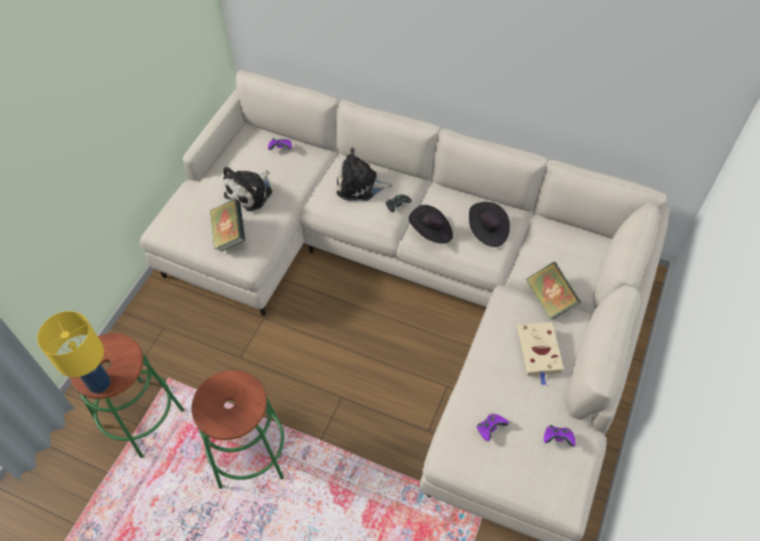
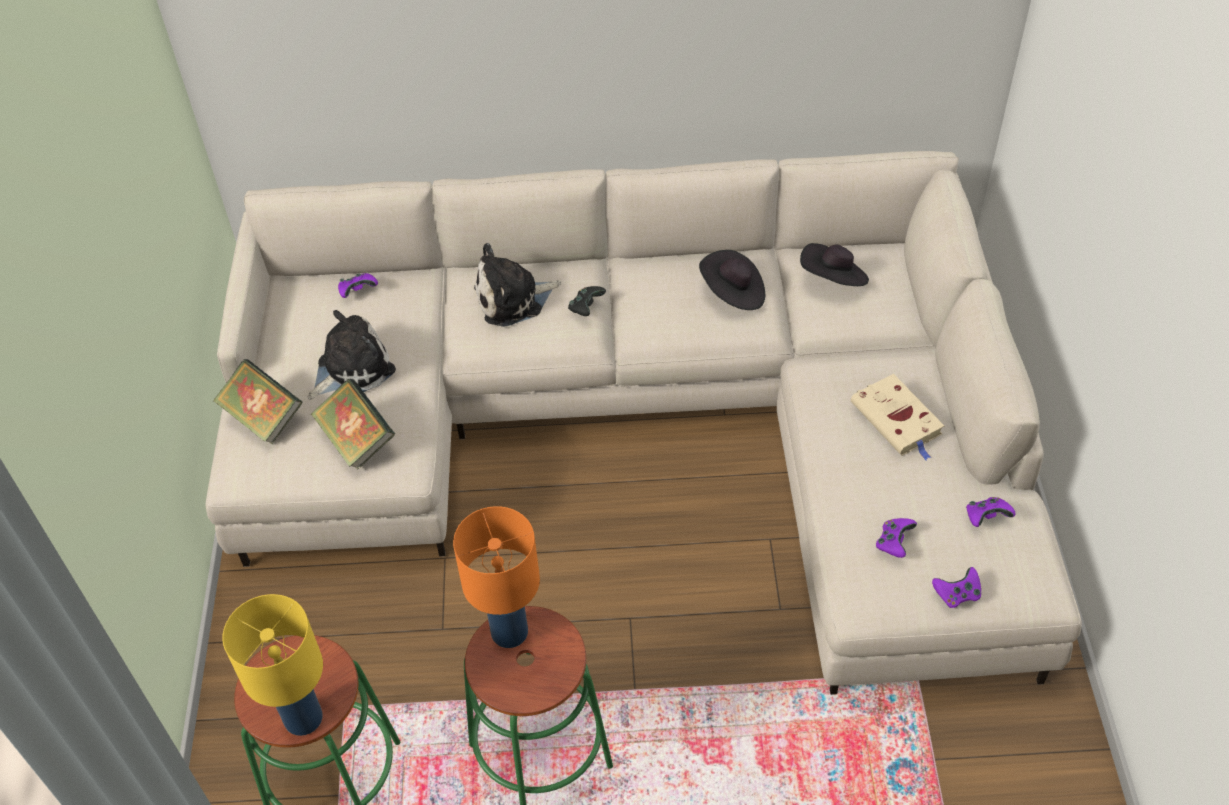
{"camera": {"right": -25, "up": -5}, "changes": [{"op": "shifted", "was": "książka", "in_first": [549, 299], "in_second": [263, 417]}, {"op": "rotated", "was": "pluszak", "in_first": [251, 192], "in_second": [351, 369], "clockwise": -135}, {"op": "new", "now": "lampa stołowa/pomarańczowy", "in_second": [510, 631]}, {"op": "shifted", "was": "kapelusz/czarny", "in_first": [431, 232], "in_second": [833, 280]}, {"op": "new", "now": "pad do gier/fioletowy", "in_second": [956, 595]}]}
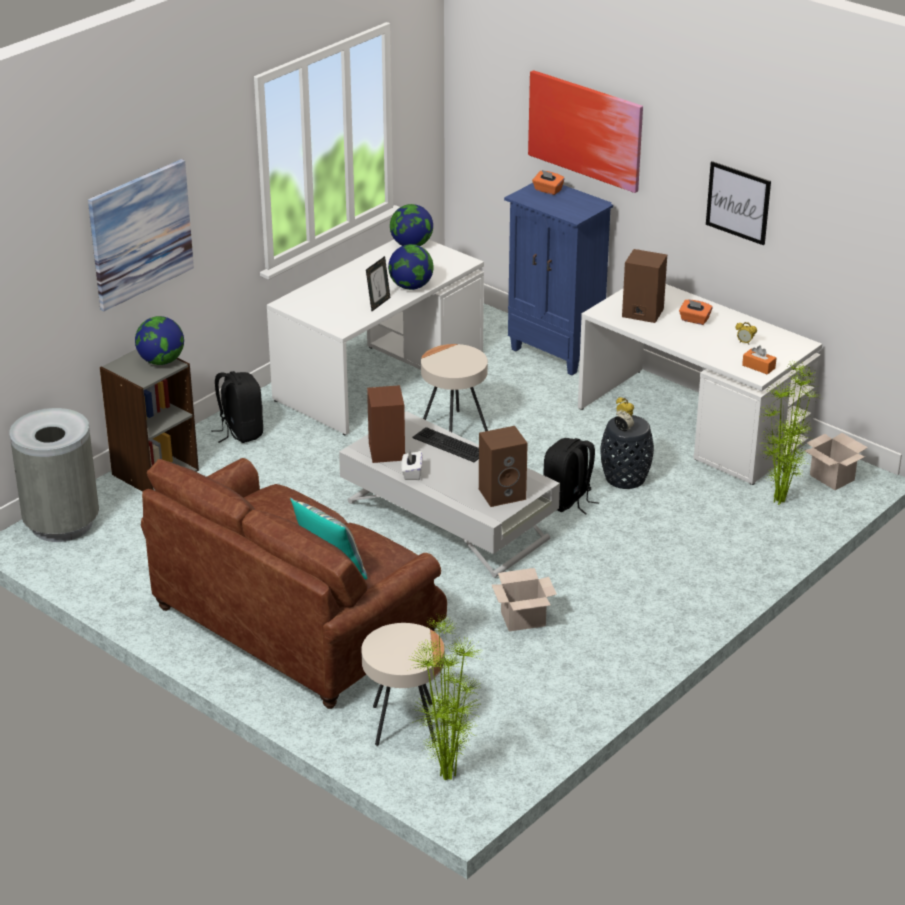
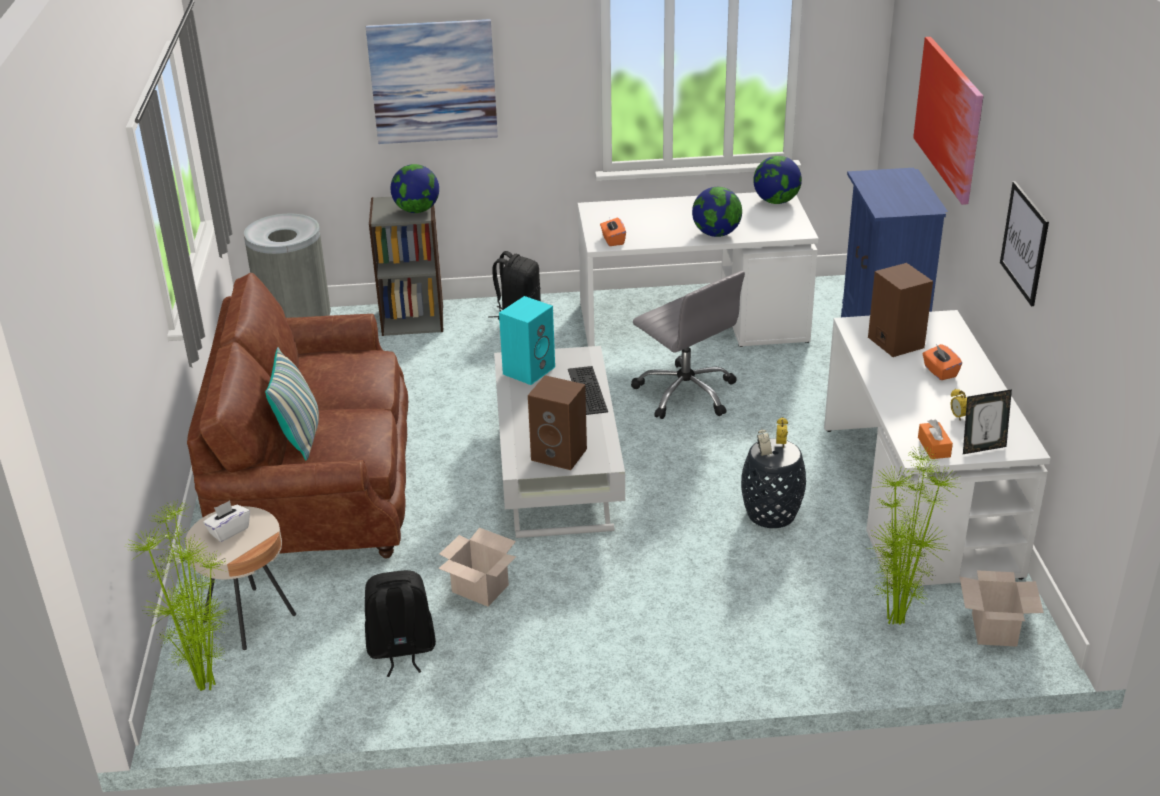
{"camera": {"right": 45, "up": 0}, "changes": [{"op": "shifted", "was": "pudełko chusteczek/biały", "in_first": [412, 473], "in_second": [229, 531]}, {"op": "shifted", "was": "plecak/czarny", "in_first": [568, 501], "in_second": [401, 650]}, {"op": "repainted", "was": "głośnik/brązowy", "now": "głośnik/turkusowy", "in_first": [385, 451], "in_second": [529, 370]}, {"op": "shifted", "was": "pudełko chusteczek/pomarańczowy", "in_first": [547, 190], "in_second": [612, 240]}, {"op": "swapped", "was": "stolik/beżowy", "now": "krzesło biurowe/szary", "in_first": [454, 428], "in_second": [686, 393]}, {"op": "shifted", "was": "ramka na zdjęcie", "in_first": [378, 304], "in_second": [982, 448]}]}
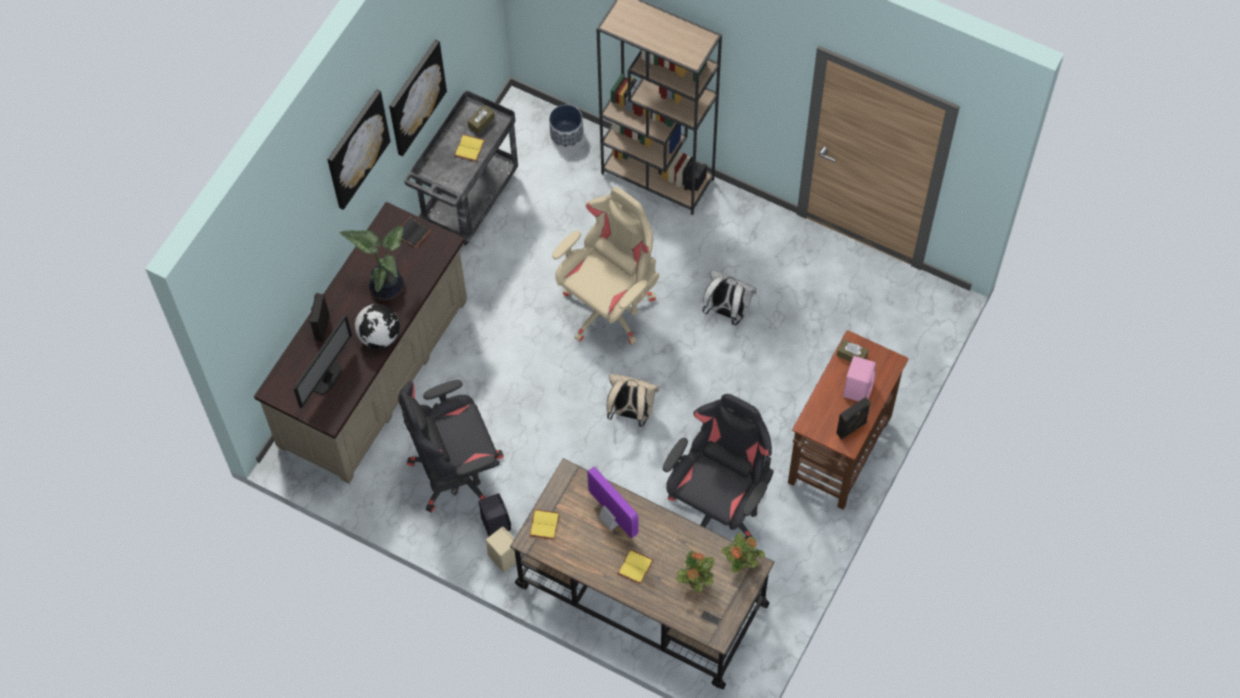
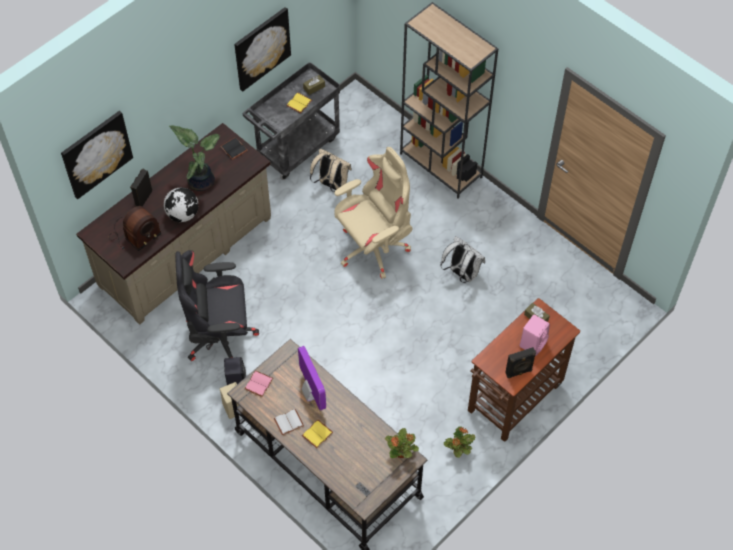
{"camera": {"right": 15, "up": -5}, "changes": [{"op": "shifted", "was": "obraz", "in_first": [356, 148], "in_second": [96, 154]}, {"op": "swapped", "was": "monitor", "now": "radio", "in_first": [328, 378], "in_second": [134, 235]}, {"op": "repainted", "was": "książka/żółty", "now": "książka/różowy", "in_first": [543, 524], "in_second": [258, 383]}, {"op": "new", "now": "książka/biały", "in_second": [288, 423]}, {"op": "shifted", "was": "plecak/beżowy", "in_first": [631, 412], "in_second": [331, 184]}, {"op": "shifted", "was": "roślina doniczkowa", "in_first": [695, 581], "in_second": [458, 450]}, {"op": "gone", "was": "donica", "in_first": [567, 134]}, {"op": "gone", "was": "krzesło biurowe/czarny", "in_first": [717, 508]}]}
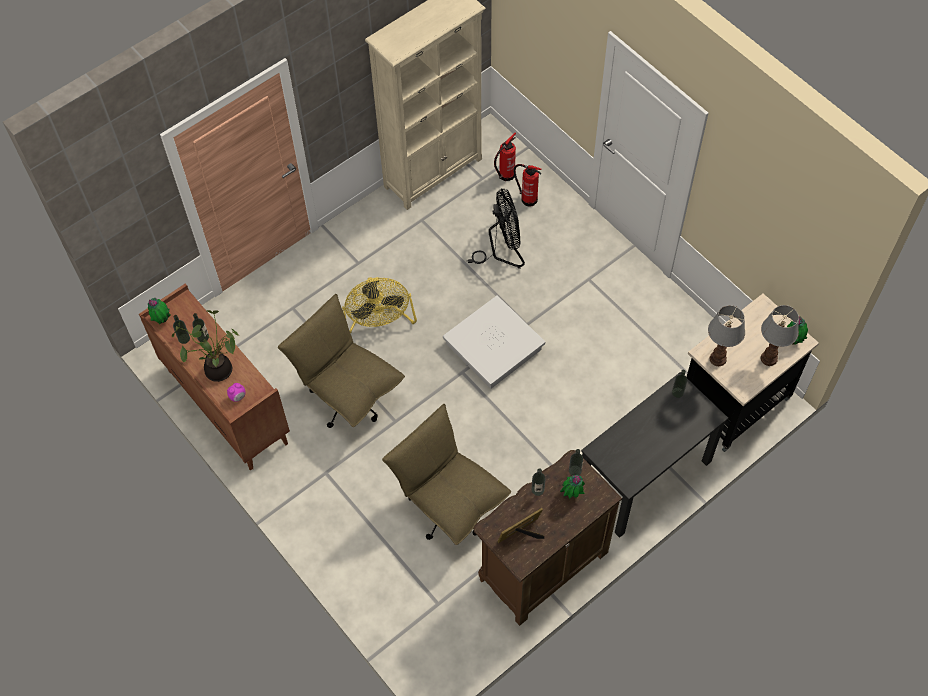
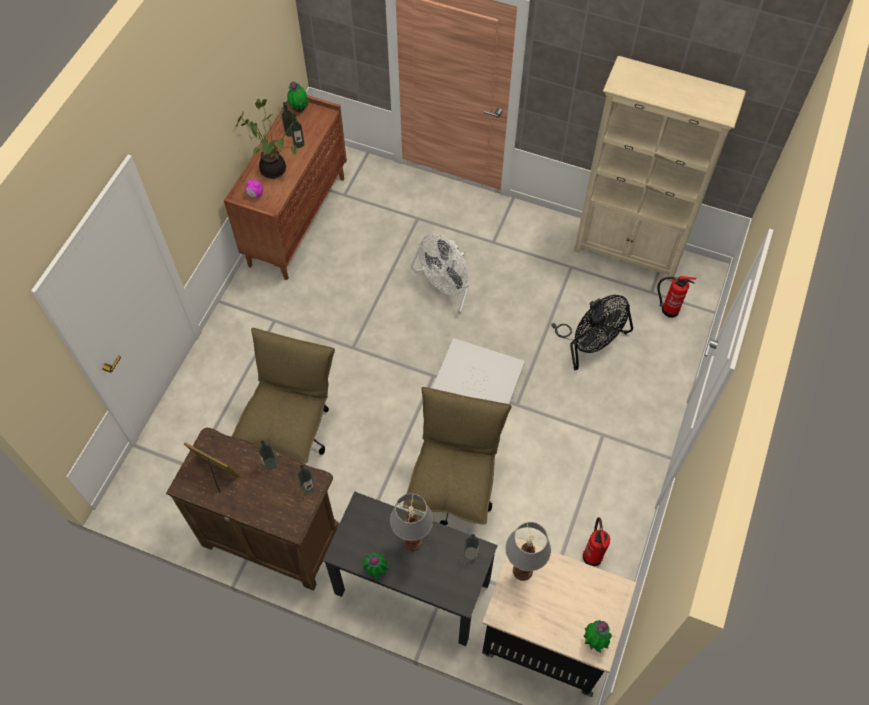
{"camera": {"right": 60, "up": 0}, "changes": [{"op": "shifted", "was": "roślina doniczkowa", "in_first": [571, 494], "in_second": [376, 571]}, {"op": "shifted", "was": "lampa stołowa", "in_first": [769, 358], "in_second": [413, 542]}, {"op": "shifted", "was": "krzesło biurowe/beżowy", "in_first": [349, 397], "in_second": [454, 488]}, {"op": "repainted", "was": "wentylator/żółty", "now": "wentylator/biały", "in_first": [376, 318], "in_second": [446, 283]}, {"op": "shifted", "was": "gaśnica", "in_first": [528, 198], "in_second": [592, 554]}]}
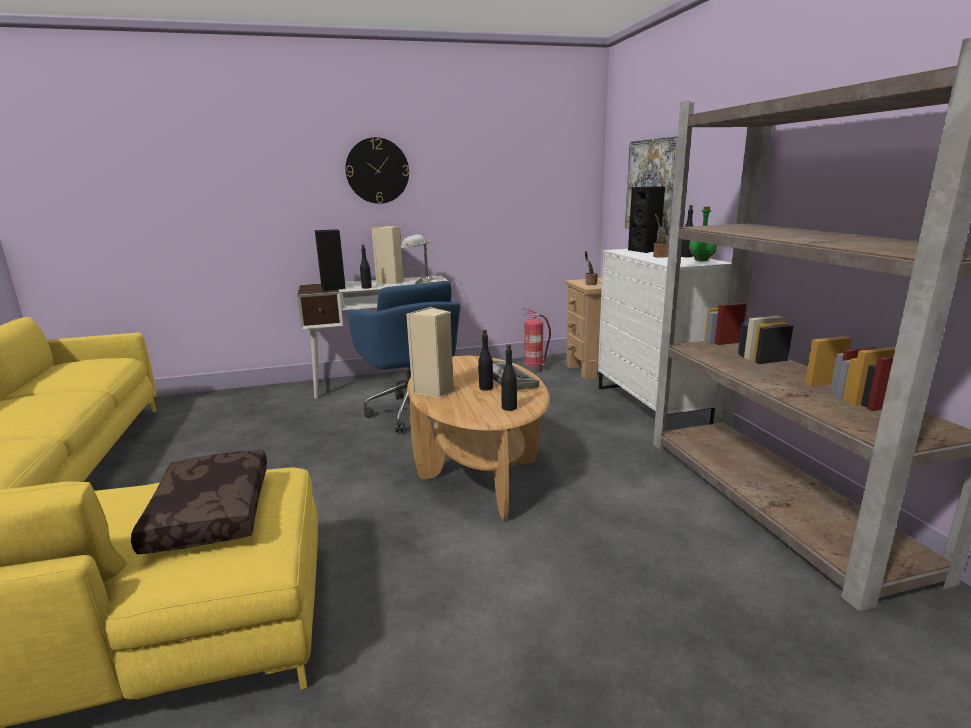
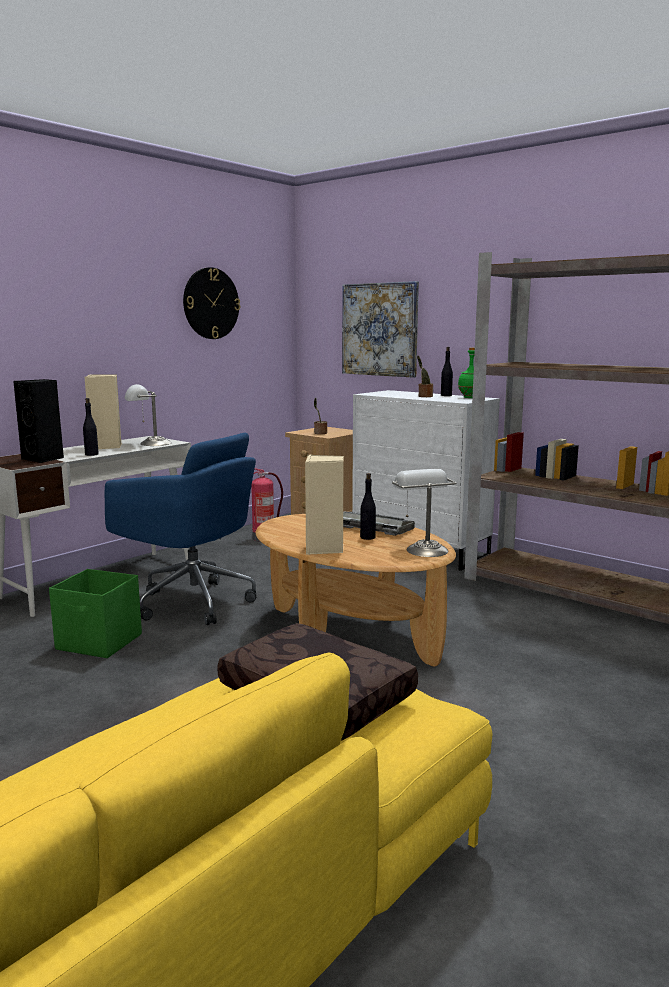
{"camera": {"right": -35, "up": -5}, "changes": [{"op": "new", "now": "pojemnik do przechowywania/zielony", "in_second": [100, 642]}, {"op": "shifted", "was": "zegar ścienny", "in_first": [377, 171], "in_second": [211, 303]}, {"op": "swapped", "was": "butelka/czarny", "now": "lampa stołowa/biały", "in_first": [509, 407], "in_second": [422, 547]}, {"op": "gone", "was": "głośnik/czarny", "in_first": [645, 250]}]}
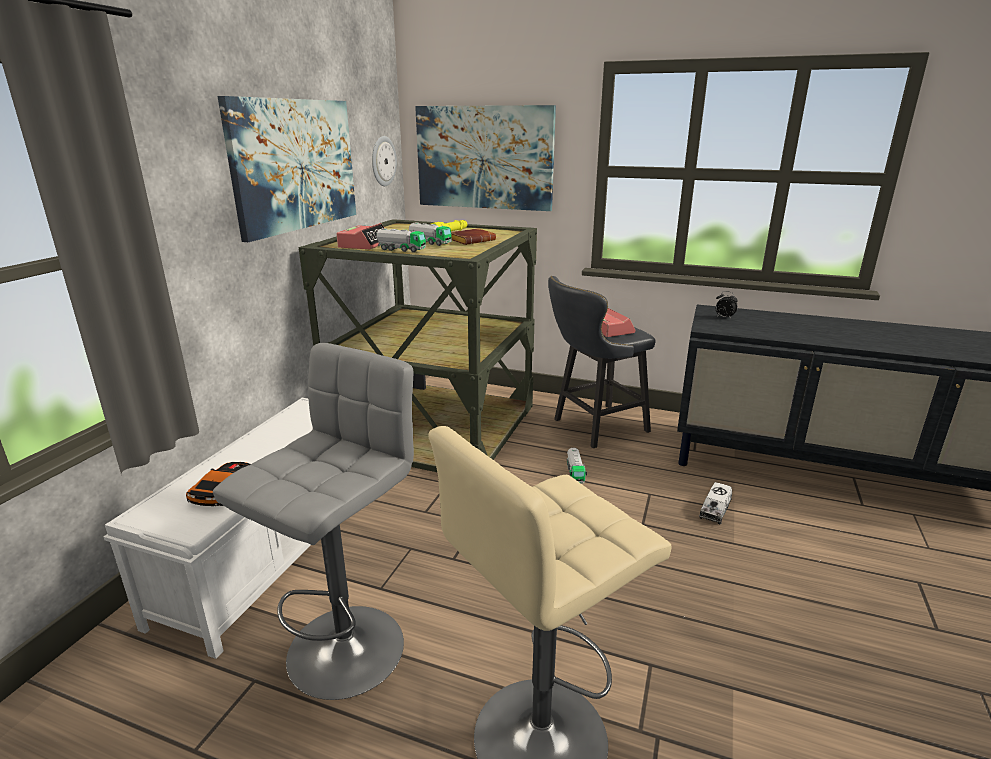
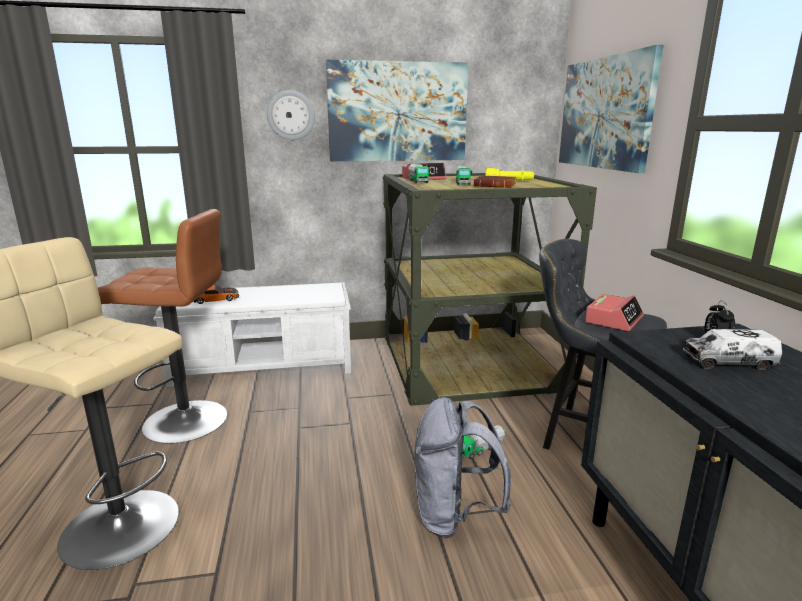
{"camera": {"right": 60, "up": -5}, "changes": [{"op": "repainted", "was": "stołek/szary", "now": "stołek/brązowy", "in_first": [348, 649], "in_second": [186, 421]}, {"op": "shifted", "was": "zegar ścienny", "in_first": [383, 161], "in_second": [291, 115]}, {"op": "new", "now": "plecak/szary", "in_second": [454, 515]}, {"op": "shifted", "was": "ciężarówka zabawkowa", "in_first": [715, 510], "in_second": [728, 362]}]}
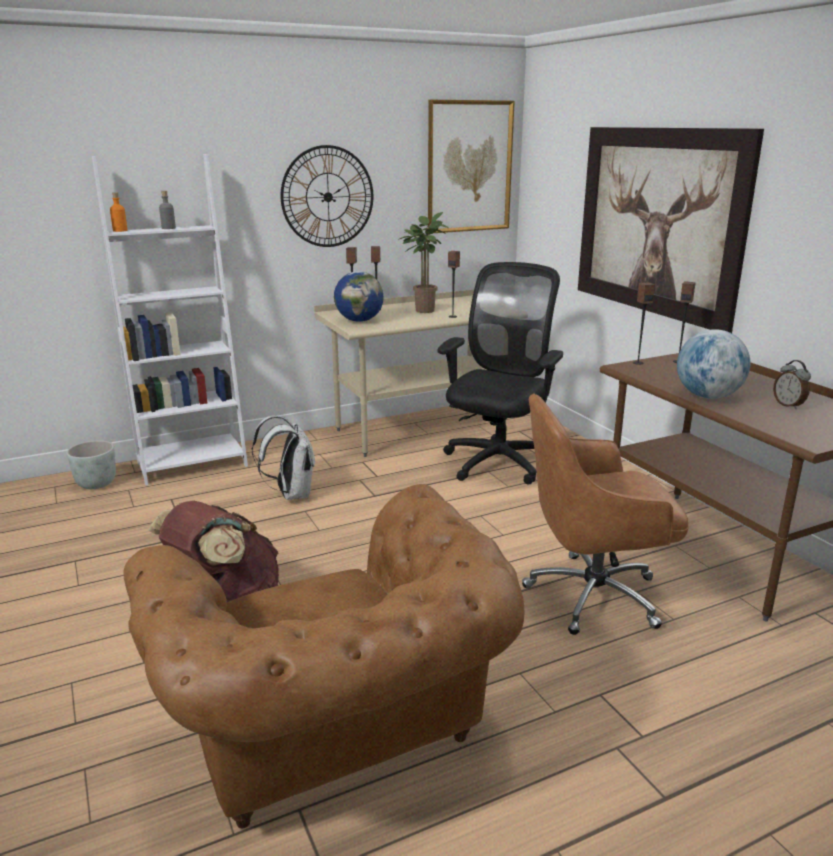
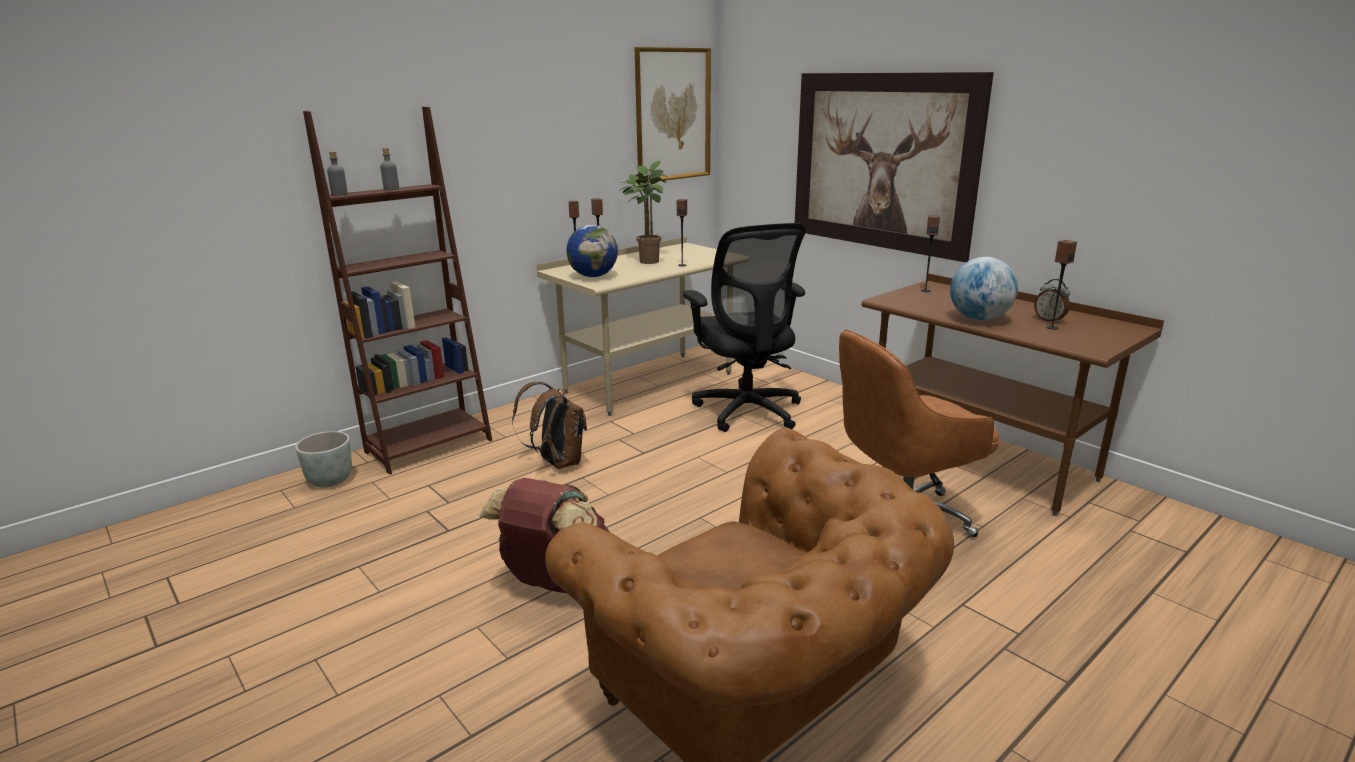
{"camera": {"right": -15, "up": 0}, "changes": [{"op": "repainted", "was": "regał/biały", "now": "regał/brązowy", "in_first": [192, 464], "in_second": [428, 445]}, {"op": "repainted", "was": "butelka/pomarańczowy", "now": "butelka/szary", "in_first": [120, 230], "in_second": [339, 194]}, {"op": "repainted", "was": "plecak/biały", "now": "plecak/brązowy", "in_first": [291, 494], "in_second": [557, 463]}, {"op": "rotated", "was": "krzesło biurowe/czarny", "in_first": [496, 465], "in_second": [743, 409], "clockwise": 150}, {"op": "shifted", "was": "głośnik", "in_first": [637, 363], "in_second": [1052, 328]}, {"op": "gone", "was": "zegar ścienny", "in_first": [328, 197]}]}
